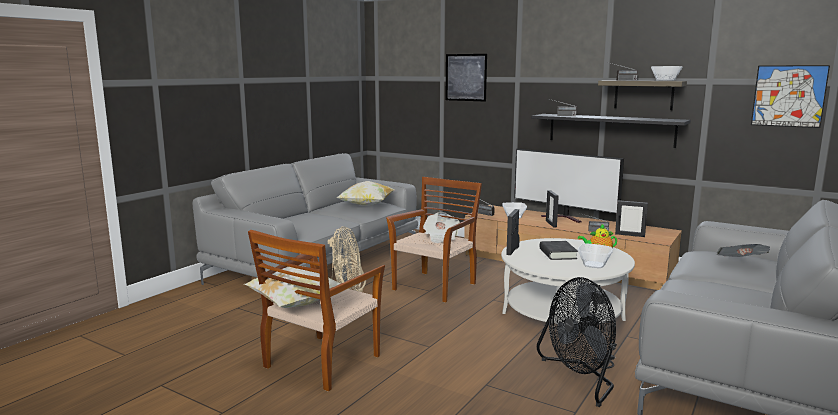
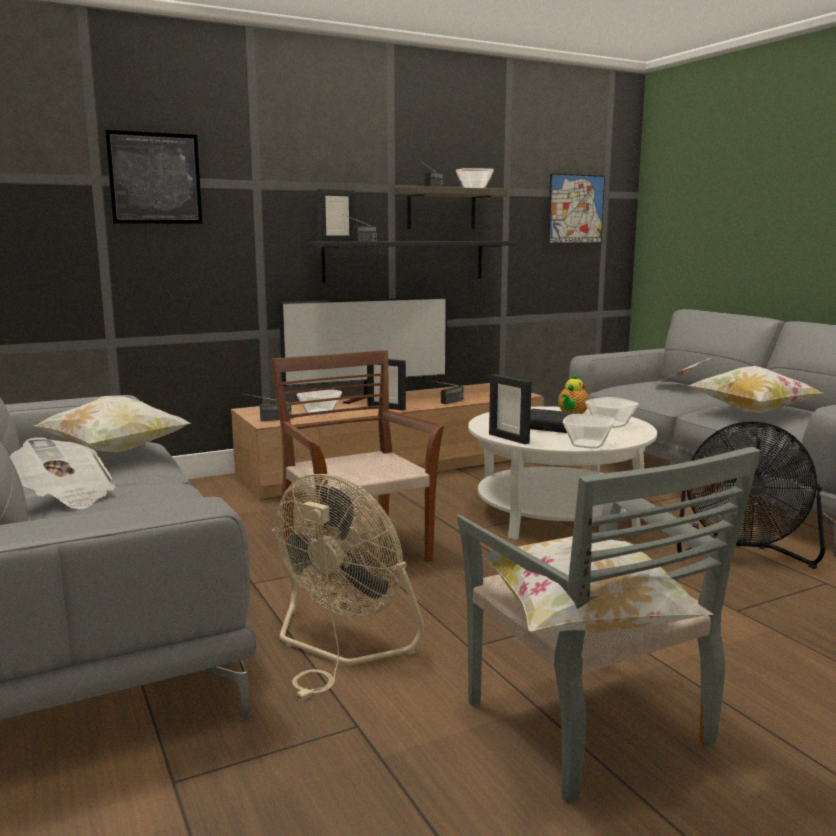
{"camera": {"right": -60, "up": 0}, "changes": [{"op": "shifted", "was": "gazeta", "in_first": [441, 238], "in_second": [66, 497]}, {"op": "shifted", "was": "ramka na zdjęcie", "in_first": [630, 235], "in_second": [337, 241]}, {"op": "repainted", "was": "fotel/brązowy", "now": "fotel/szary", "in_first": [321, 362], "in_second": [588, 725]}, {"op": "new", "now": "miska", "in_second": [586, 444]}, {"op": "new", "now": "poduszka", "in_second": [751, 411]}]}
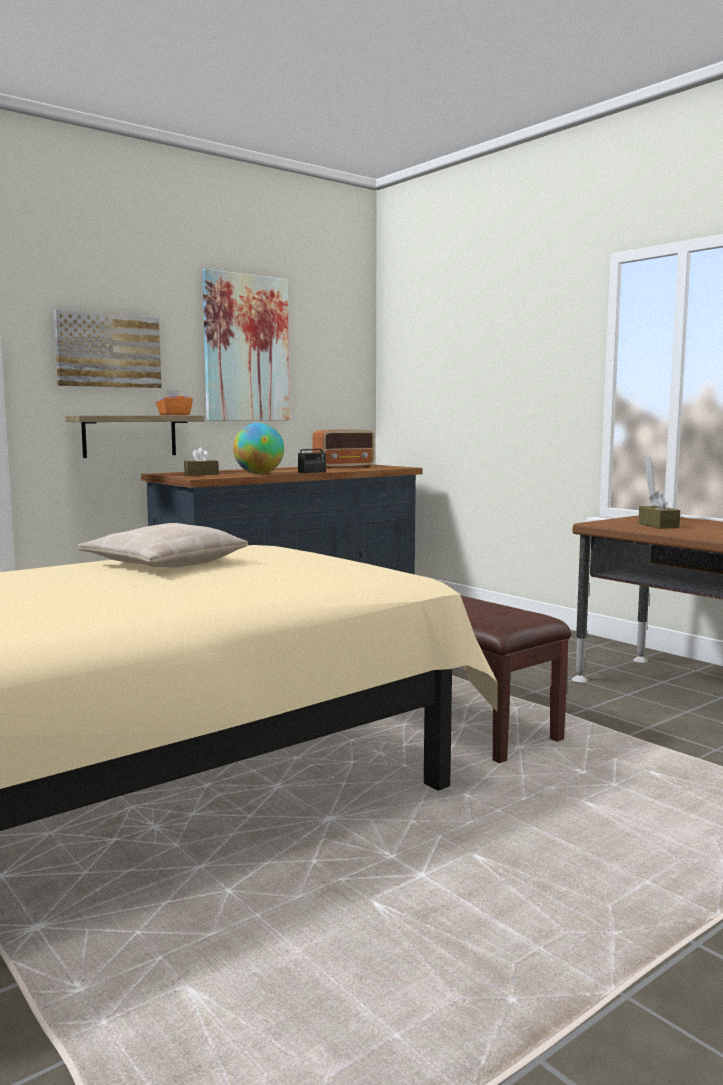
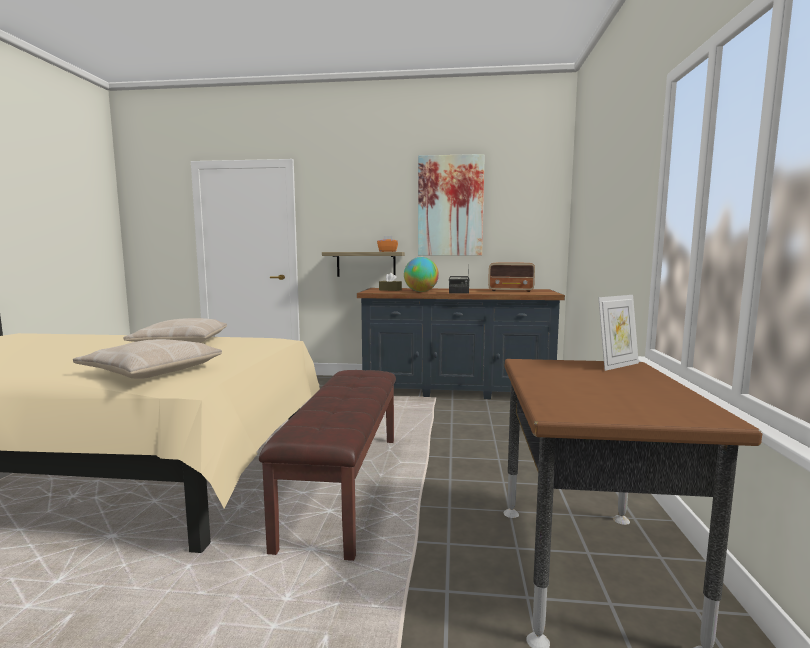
{"camera": {"right": 45, "up": 0}, "changes": [{"op": "new", "now": "poduszka/beżowy", "in_second": [151, 370]}, {"op": "gone", "was": "obraz", "in_first": [108, 351]}, {"op": "gone", "was": "pudełko chusteczek/brązowy", "in_first": [658, 525]}]}
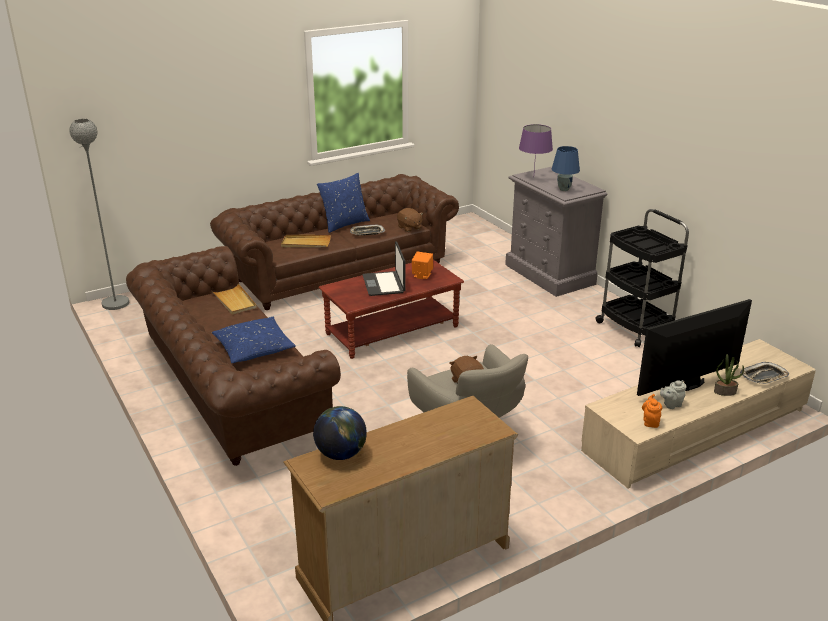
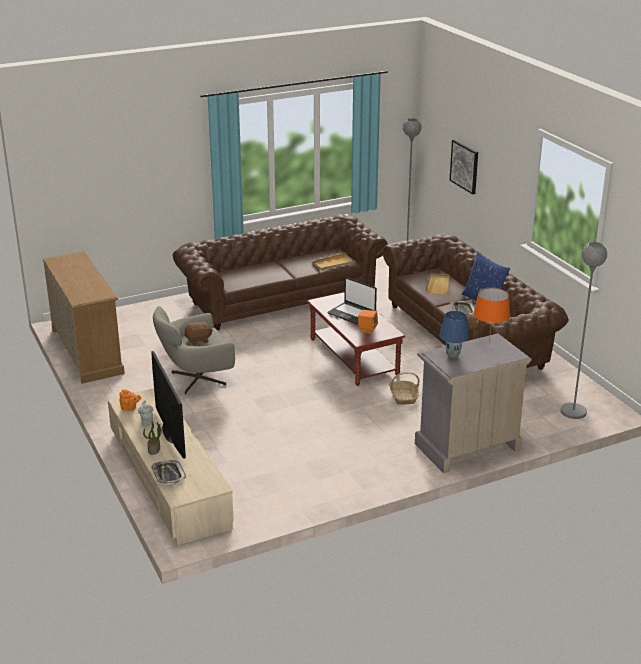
{"camera": {"right": 95, "up": 0}, "changes": [{"op": "rotated", "was": "laptop", "in_first": [384, 284], "in_second": [352, 314], "clockwise": -135}, {"op": "new", "now": "koszyk", "in_second": [403, 397]}, {"op": "new", "now": "obraz", "in_second": [464, 166]}, {"op": "repainted", "was": "lampa stołowa/fioletowy", "now": "lampa stołowa/pomarańczowy", "in_first": [533, 177], "in_second": [489, 343]}, {"op": "new", "now": "lampa stojąca/szary", "in_second": [573, 412]}, {"op": "gone", "was": "poduszka/niebieski", "in_first": [254, 348]}, {"op": "gone", "was": "globus", "in_first": [341, 454]}, {"op": "gone", "was": "wózek/czarny", "in_first": [635, 328]}]}
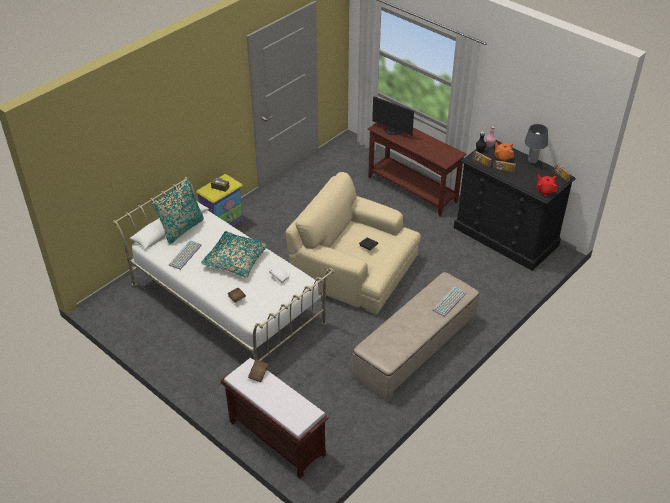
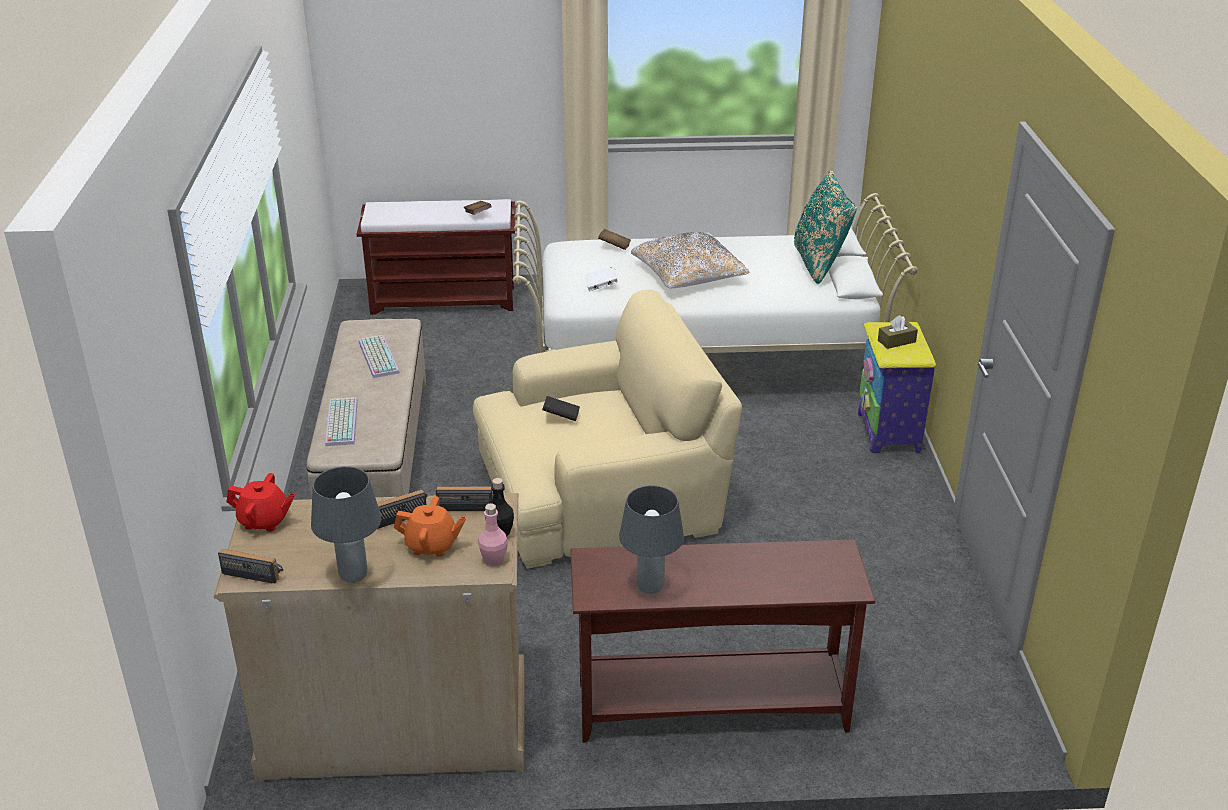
{"camera": {"right": 135, "up": -10}, "changes": [{"op": "repainted", "was": "komoda/czarny", "now": "komoda/beżowy", "in_first": [505, 237], "in_second": [394, 724]}, {"op": "shifted", "was": "klawiatura", "in_first": [185, 255], "in_second": [377, 357]}, {"op": "new", "now": "lampa stołowa/szary", "in_second": [650, 587]}, {"op": "repainted", "was": "poduszka/turkusowy", "now": "poduszka/biały", "in_first": [236, 259], "in_second": [688, 274]}, {"op": "gone", "was": "monitor", "in_first": [392, 130]}]}
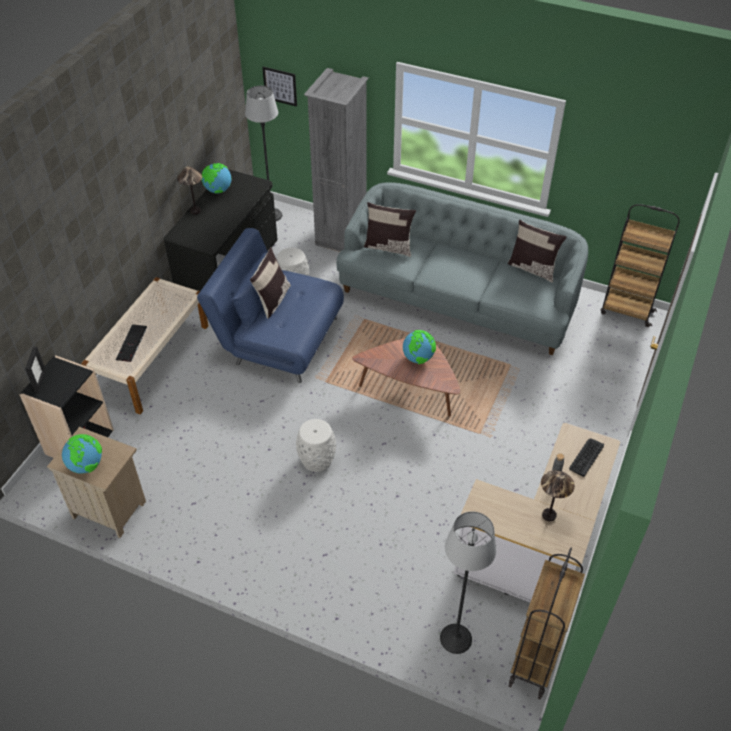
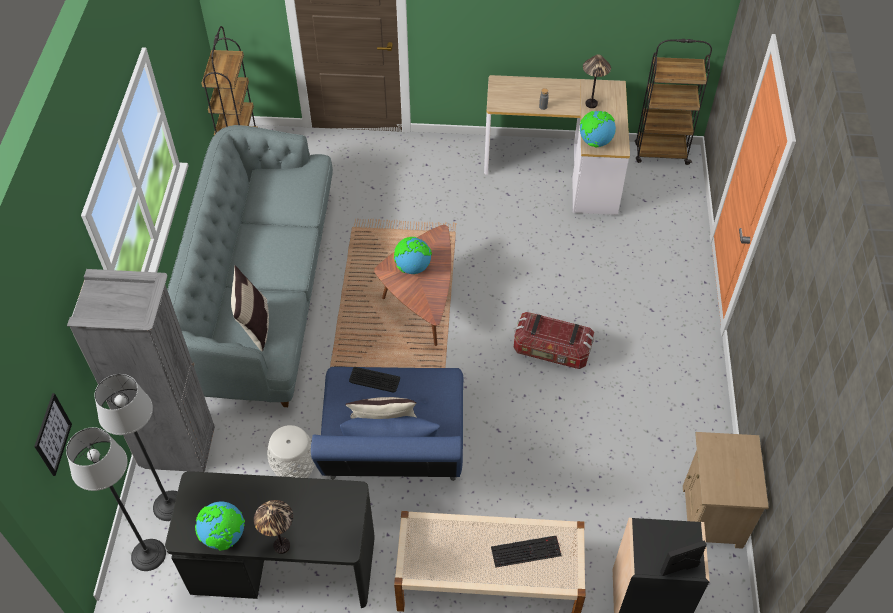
{"camera": {"right": -110, "up": 5}, "changes": [{"op": "shifted", "was": "lampa stojąca", "in_first": [456, 638], "in_second": [170, 505]}, {"op": "shifted", "was": "klawiatura", "in_first": [586, 457], "in_second": [374, 380]}, {"op": "swapped", "was": "stołek/biały", "now": "pojemnik do przechowywania", "in_first": [317, 460], "in_second": [551, 351]}, {"op": "shifted", "was": "globus", "in_first": [86, 465], "in_second": [595, 142]}, {"op": "gone", "was": "poduszka", "in_first": [532, 269]}]}
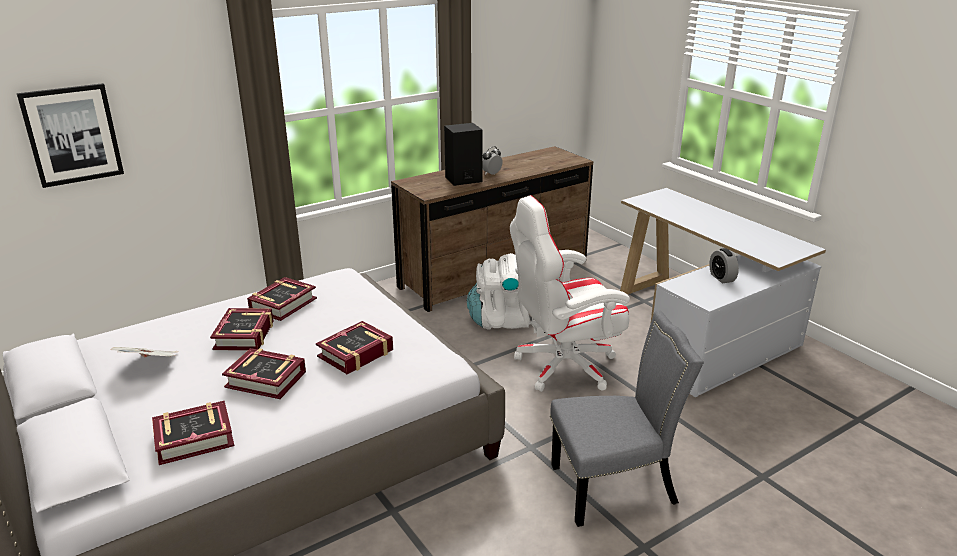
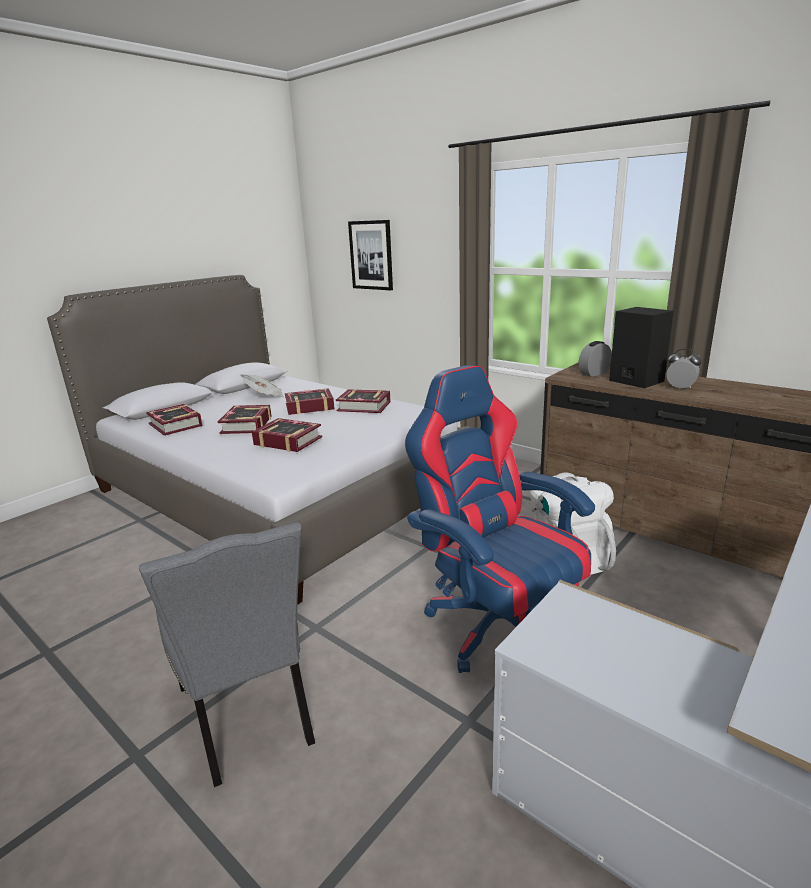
{"camera": {"right": 75, "up": -5}, "changes": [{"op": "repainted", "was": "krzesło biurowe/biały", "now": "krzesło biurowe/niebieski", "in_first": [565, 365], "in_second": [498, 627]}, {"op": "shifted", "was": "budzik", "in_first": [721, 278], "in_second": [594, 373]}]}
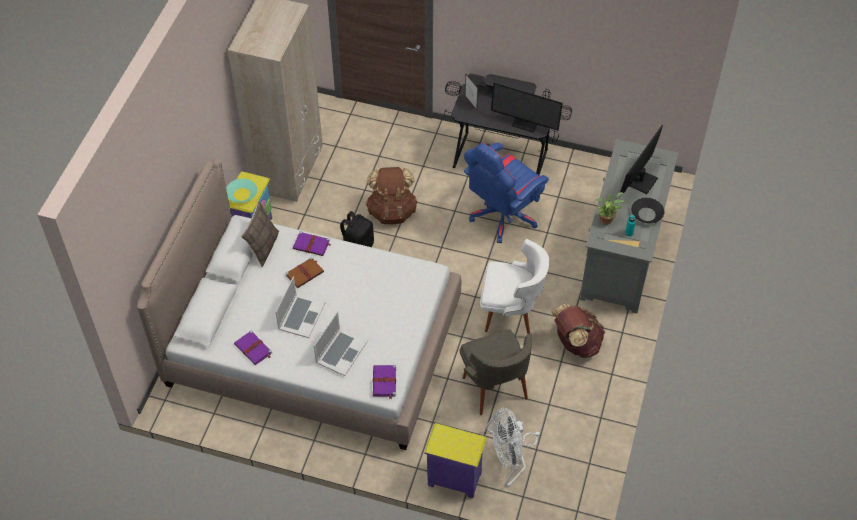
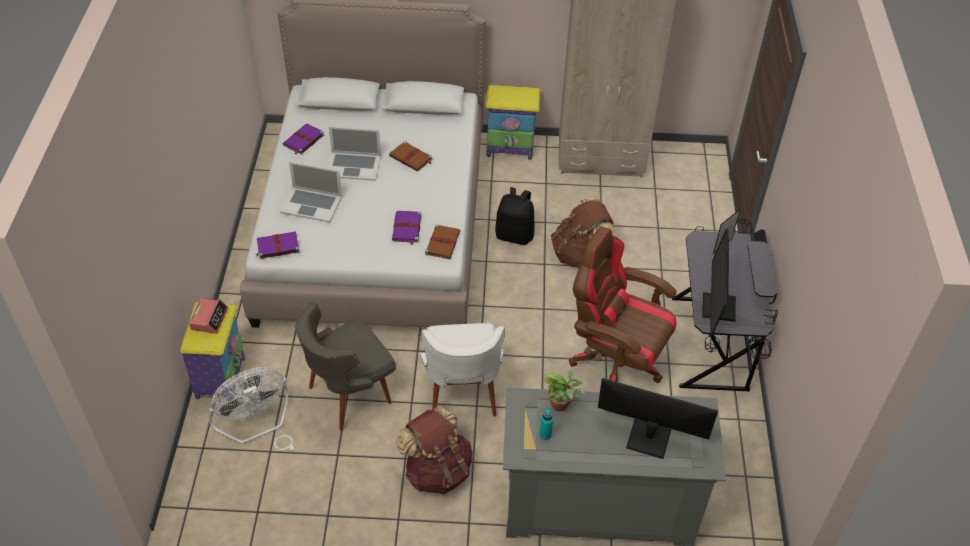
{"camera": {"right": 75, "up": -5}, "changes": [{"op": "new", "now": "budzik", "in_second": [209, 319]}, {"op": "shifted", "was": "książka/fioletowy", "in_first": [312, 245], "in_second": [407, 228]}, {"op": "new", "now": "książka/brązowy", "in_second": [443, 242]}, {"op": "repainted", "was": "krzesło biurowe/niebieski", "now": "krzesło biurowe/brązowy", "in_first": [503, 215], "in_second": [617, 361]}, {"op": "gone", "was": "miska/turkusowy", "in_first": [242, 194]}, {"op": "gone", "was": "poduszka", "in_first": [263, 247]}, {"op": "gone", "was": "miska/czarny", "in_first": [647, 214]}]}
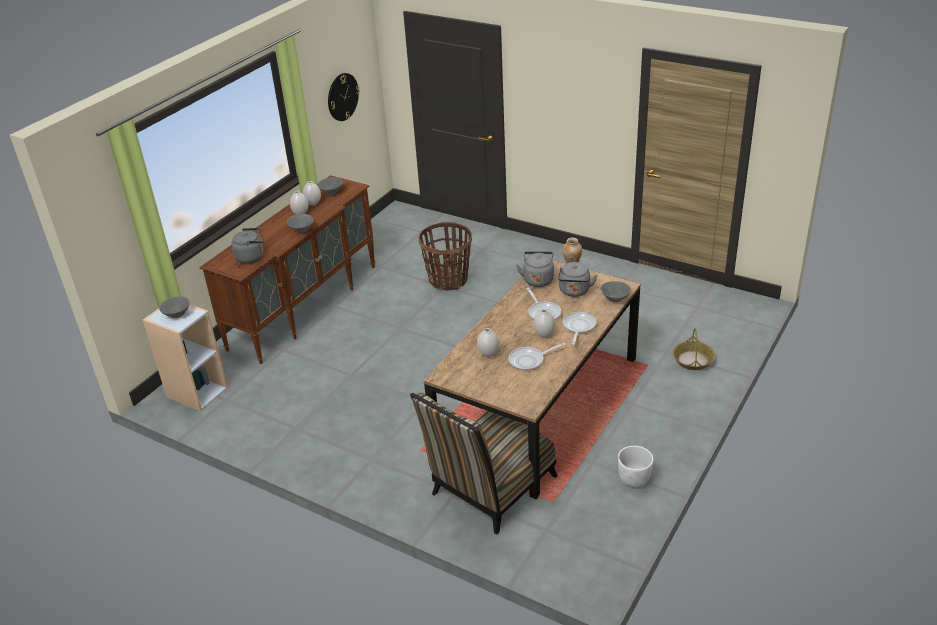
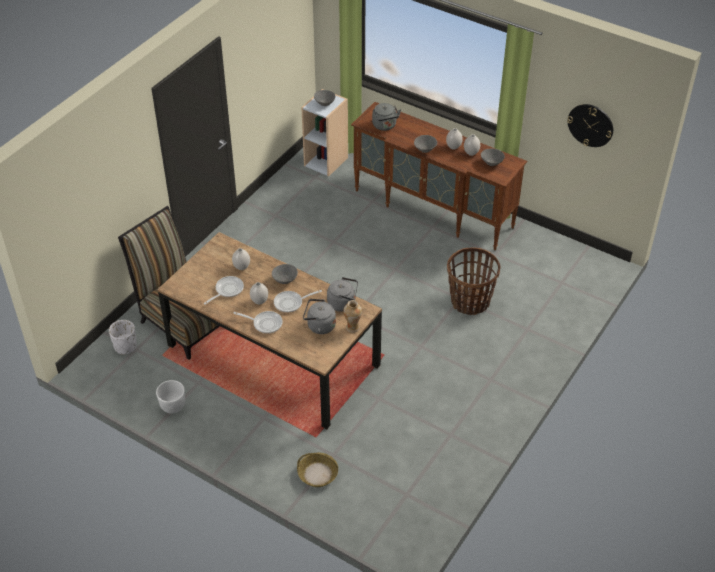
{"camera": {"right": 90, "up": 10}, "changes": [{"op": "new", "now": "donica/biały", "in_second": [125, 346]}, {"op": "rotated", "was": "patelnia", "in_first": [529, 360], "in_second": [227, 290], "clockwise": 60}, {"op": "shifted", "was": "miska/szary", "in_first": [615, 299], "in_second": [285, 280]}]}
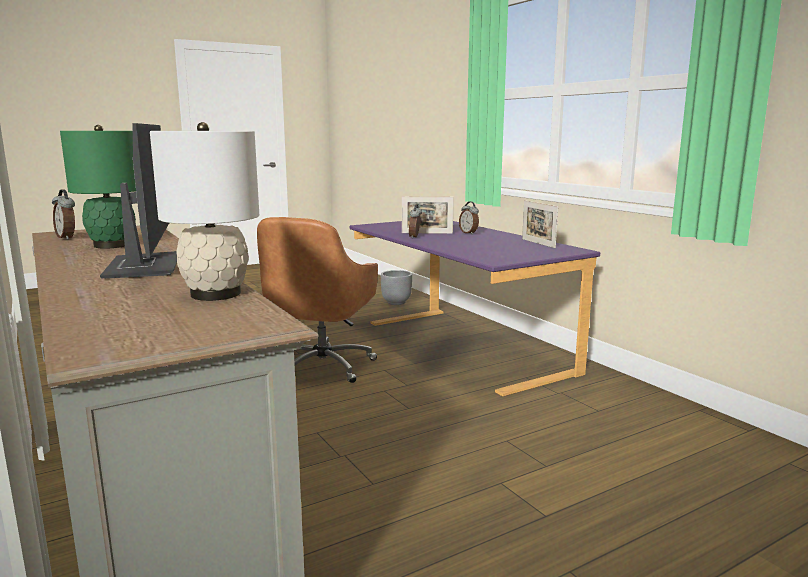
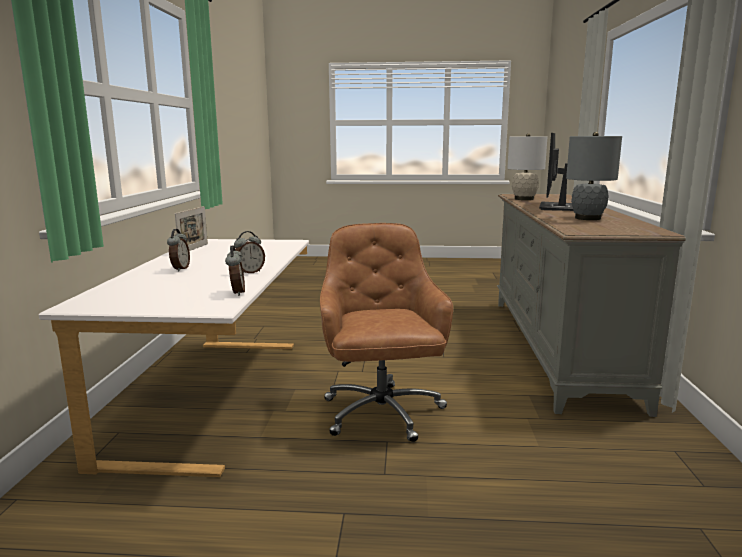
{"camera": {"right": -145, "up": 0}, "changes": [{"op": "repainted", "was": "biurko/fioletowy", "now": "biurko/biały", "in_first": [458, 346], "in_second": [219, 395]}, {"op": "shifted", "was": "budzik", "in_first": [67, 238], "in_second": [236, 293]}, {"op": "rotated", "was": "krzesło biurowe/brązowy", "in_first": [321, 366], "in_second": [382, 412], "clockwise": -60}, {"op": "repainted", "was": "lampa stołowa/zielony", "now": "lampa stołowa/szary", "in_first": [112, 245], "in_second": [587, 218]}, {"op": "gone", "was": "donica/szary", "in_first": [396, 303]}, {"op": "gone", "was": "ramka na zdjęcie", "in_first": [427, 233]}]}
